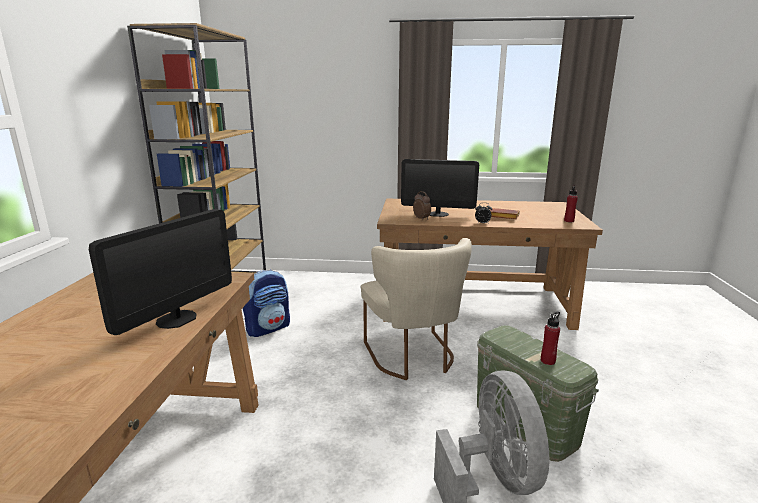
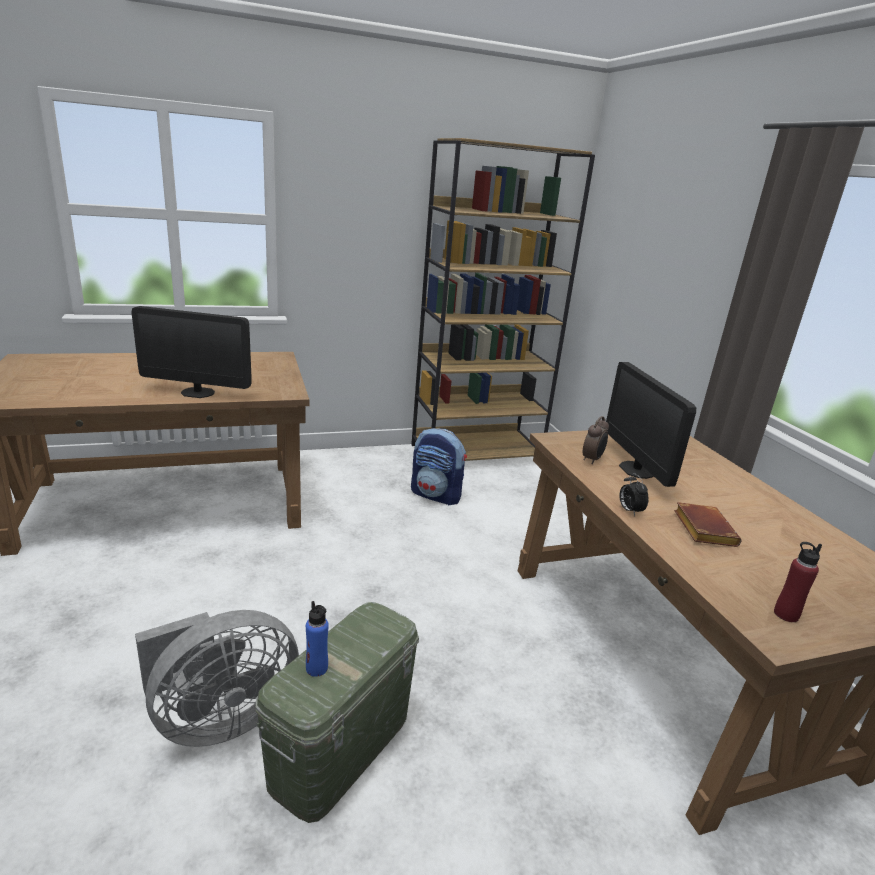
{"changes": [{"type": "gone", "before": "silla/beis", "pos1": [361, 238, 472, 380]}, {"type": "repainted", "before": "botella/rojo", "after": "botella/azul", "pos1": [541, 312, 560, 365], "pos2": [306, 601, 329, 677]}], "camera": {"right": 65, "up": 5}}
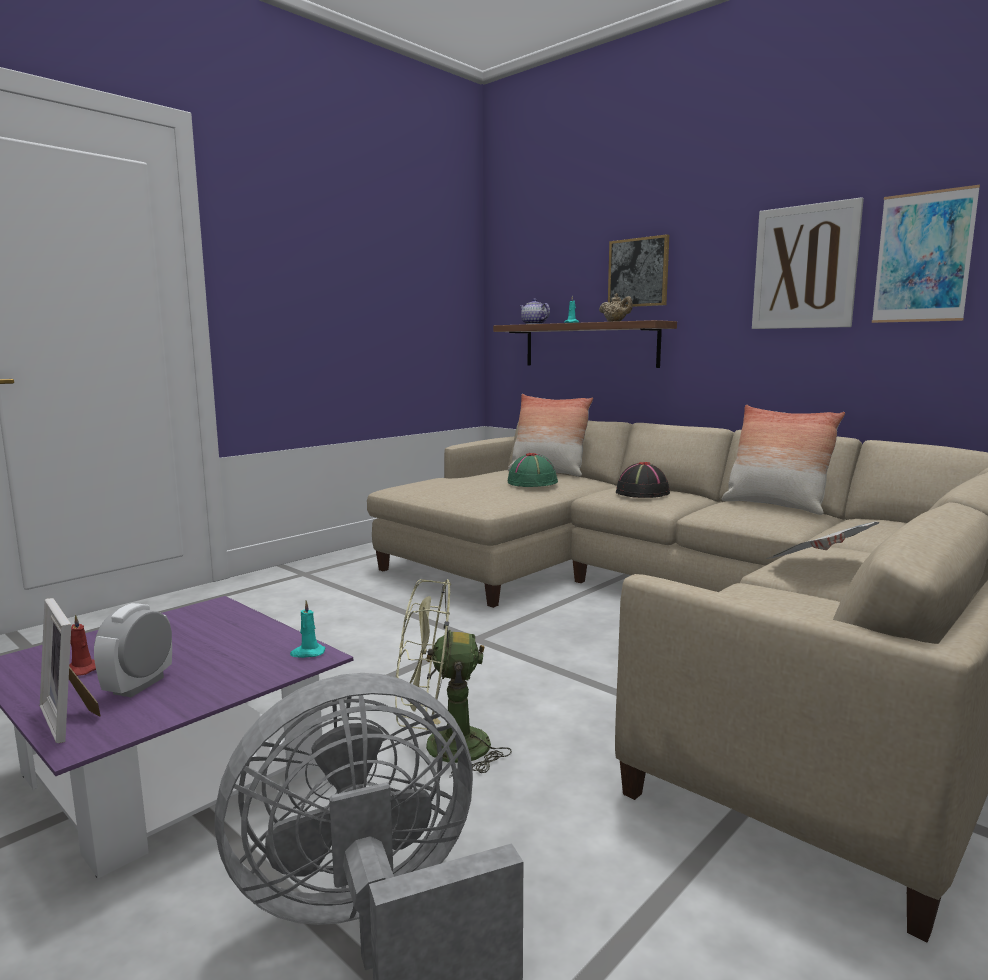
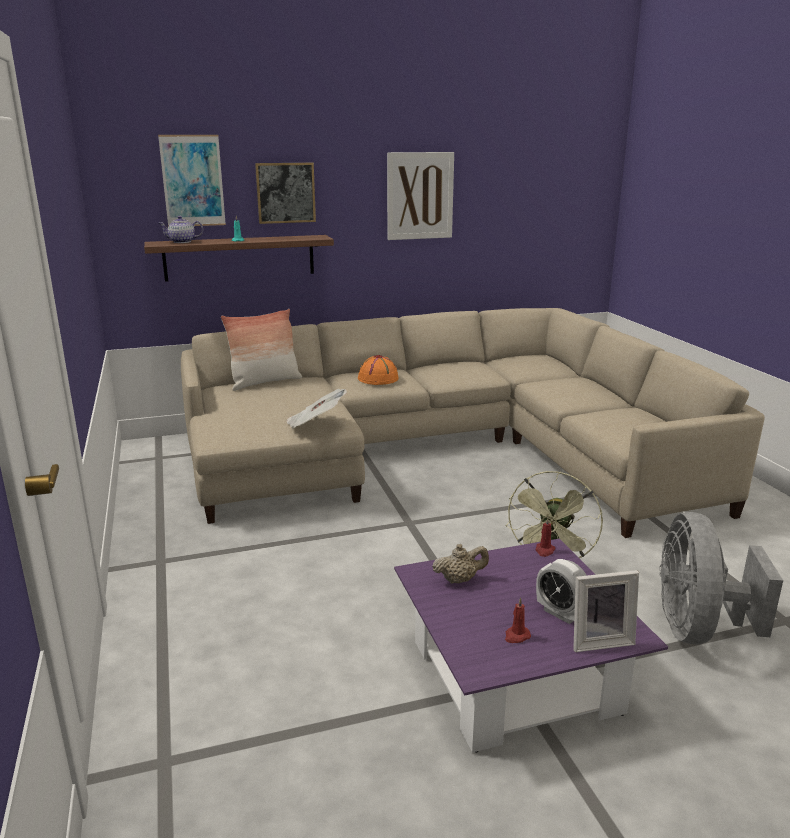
{"changes": [{"type": "shifted", "before": "cuadro", "pos1": [872, 185, 980, 323], "pos2": [158, 135, 226, 226]}, {"type": "shifted", "before": "tetera/beis", "pos1": [599, 293, 633, 322], "pos2": [432, 544, 489, 584]}, {"type": "gone", "before": "cojín", "pos1": [722, 405, 845, 515]}, {"type": "gone", "before": "sombrero/verde", "pos1": [507, 453, 558, 487]}, {"type": "repainted", "before": "sombrero/negro", "after": "sombrero/naranja", "pos1": [616, 462, 670, 498], "pos2": [358, 355, 399, 385]}, {"type": "shifted", "before": "periódico", "pos1": [766, 521, 880, 559], "pos2": [286, 389, 347, 429]}, {"type": "repainted", "before": "vela/turquesa", "after": "vela/rojo", "pos1": [290, 600, 325, 658], "pos2": [536, 518, 556, 557]}], "camera": {"right": -60, "up": 10}}
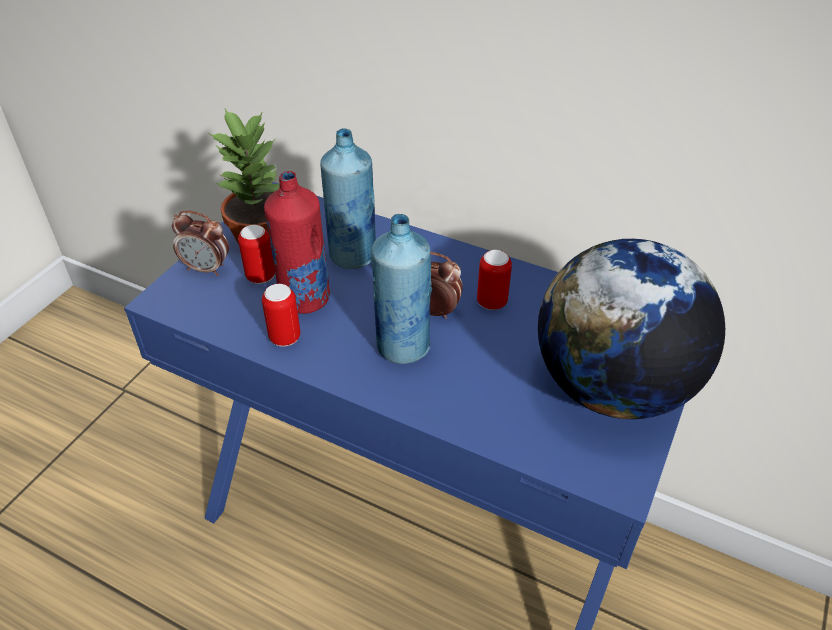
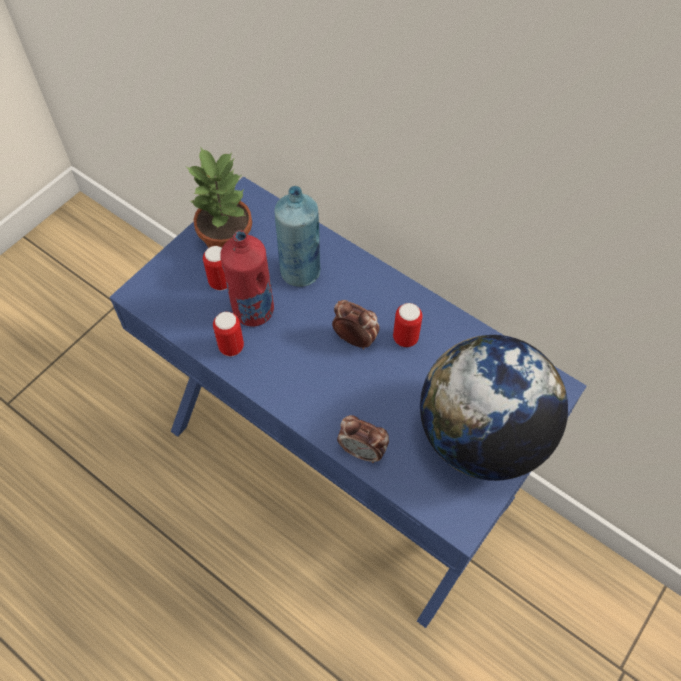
{"changes": [{"type": "shifted", "before": "despertador", "pos1": [172, 211, 229, 276], "pos2": [337, 415, 389, 463]}, {"type": "gone", "before": "botella/azul", "pos1": [371, 214, 432, 364]}], "camera": {"right": 10, "up": 15}}
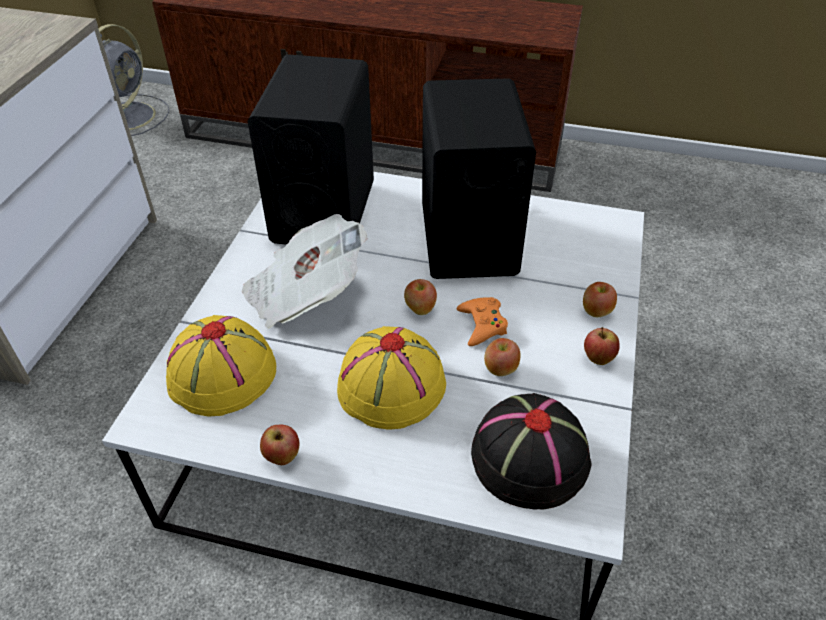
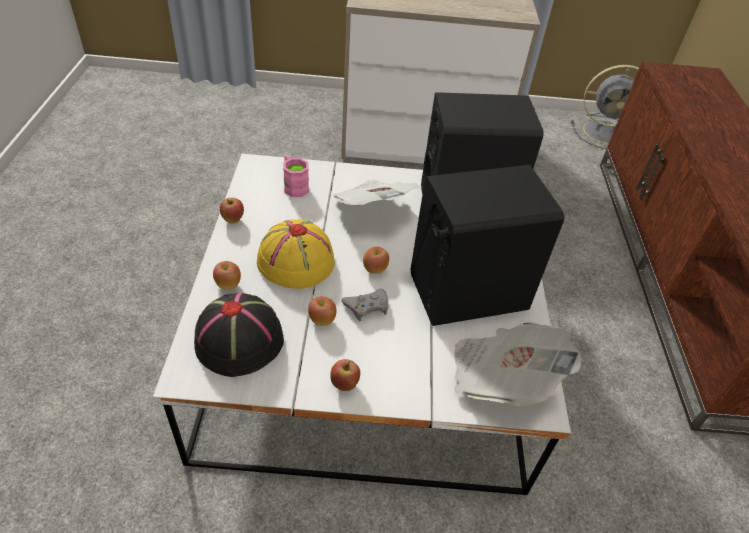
{"changes": [{"type": "shifted", "before": "manzana", "pos1": [583, 282, 617, 317], "pos2": [213, 261, 241, 290]}, {"type": "repainted", "before": "mando de consola/naranja", "after": "mando de consola/gris", "pos1": [457, 297, 508, 346], "pos2": [341, 289, 389, 321]}, {"type": "swapped", "before": "sombrero/amarillo", "after": "taza grande/rosa", "pos1": [166, 315, 276, 416], "pos2": [283, 155, 309, 197]}, {"type": "new", "after": "periódico", "pos2": [454, 322, 582, 406]}], "camera": {"right": 75, "up": 0}}
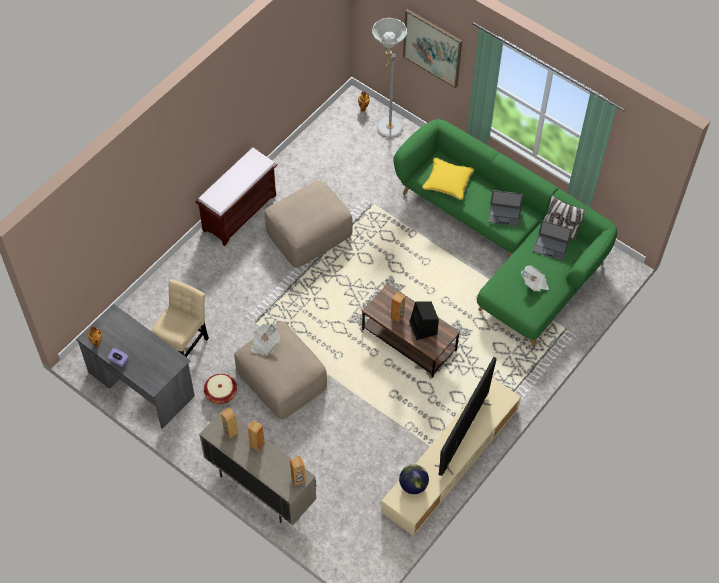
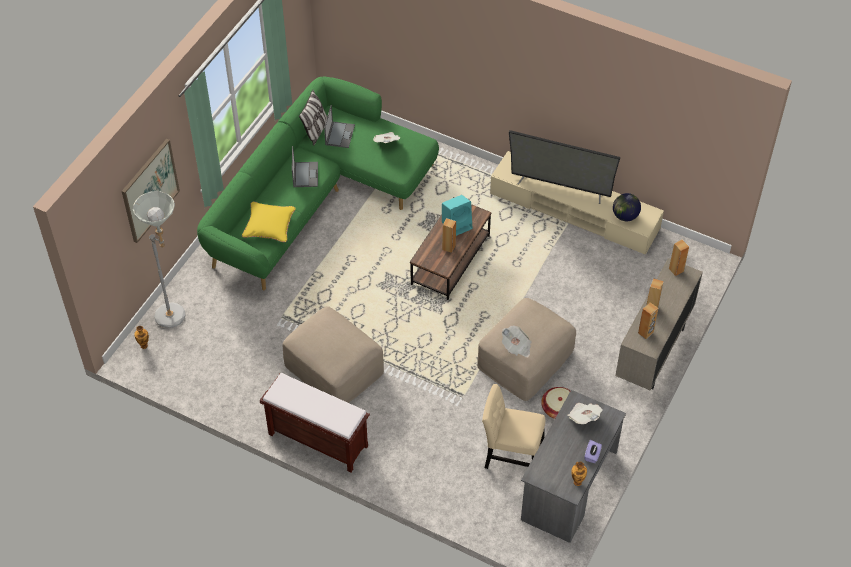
{"changes": [{"type": "repainted", "before": "altavoz/negro", "after": "altavoz/turquesa", "pos1": [410, 301, 439, 340], "pos2": [442, 195, 473, 236]}, {"type": "new", "after": "periódico", "pos2": [567, 403, 603, 424]}], "camera": {"right": -100, "up": -5}}
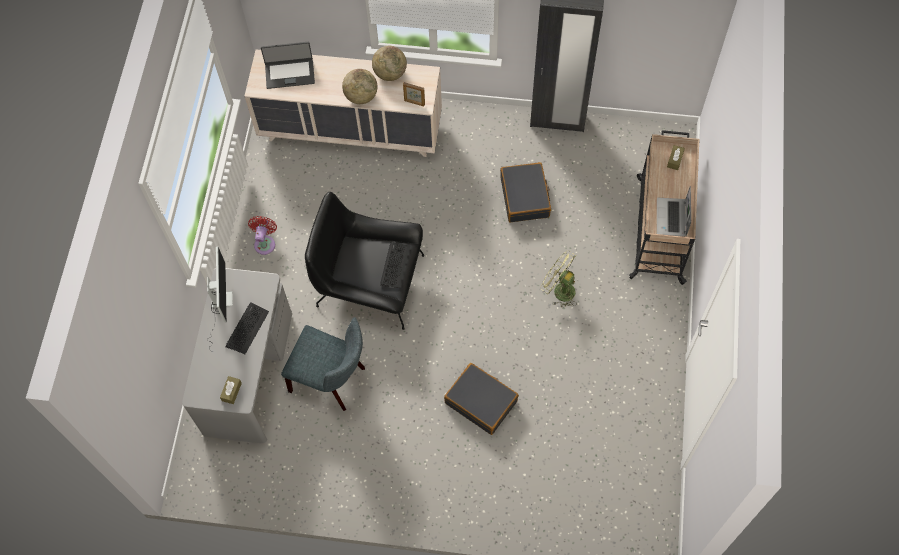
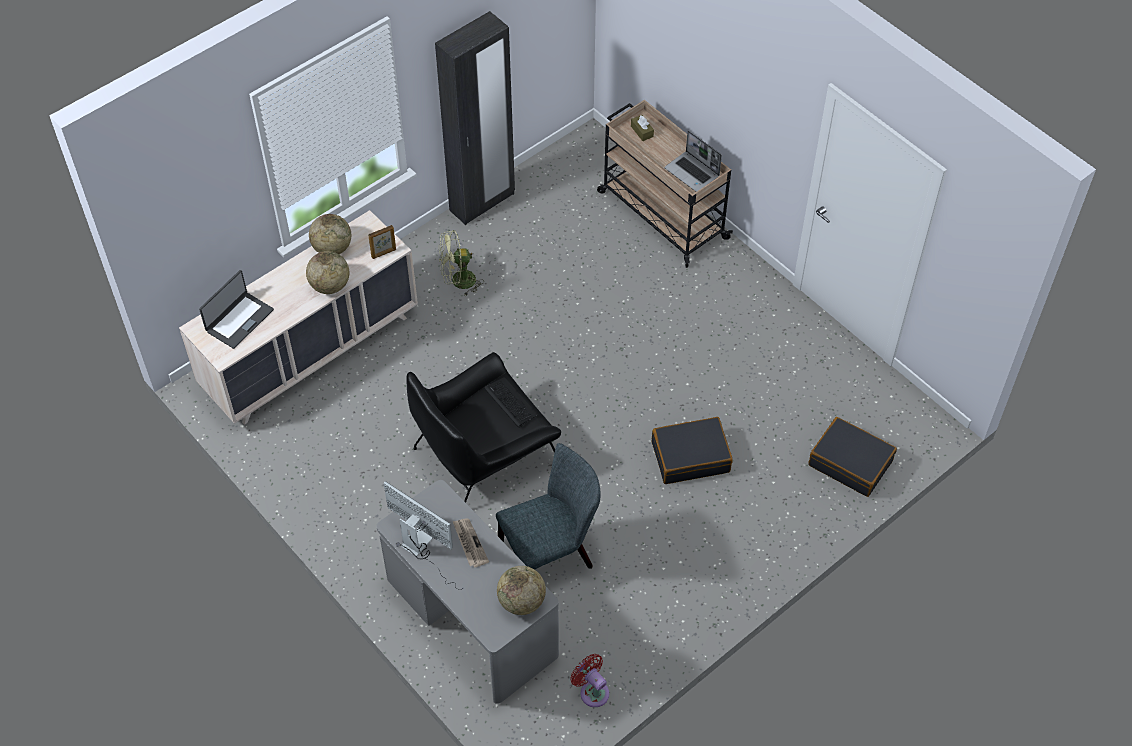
{"changes": [{"type": "shifted", "before": "maleta/negro", "pos1": [500, 162, 551, 222], "pos2": [808, 417, 897, 497]}, {"type": "shifted", "before": "ventilador/rojo", "pos1": [248, 216, 277, 255], "pos2": [570, 654, 609, 707]}, {"type": "shifted", "before": "ventilador/verde", "pos1": [540, 250, 577, 308], "pos2": [439, 230, 484, 295]}, {"type": "swapped", "before": "teclado", "after": "periódico", "pos1": [225, 303, 269, 354], "pos2": [453, 518, 489, 568]}, {"type": "swapped", "before": "caja de pañuelos/marrón", "after": "globo terráqueo", "pos1": [220, 376, 242, 404], "pos2": [497, 566, 546, 615]}], "camera": {"right": -50, "up": -10}}
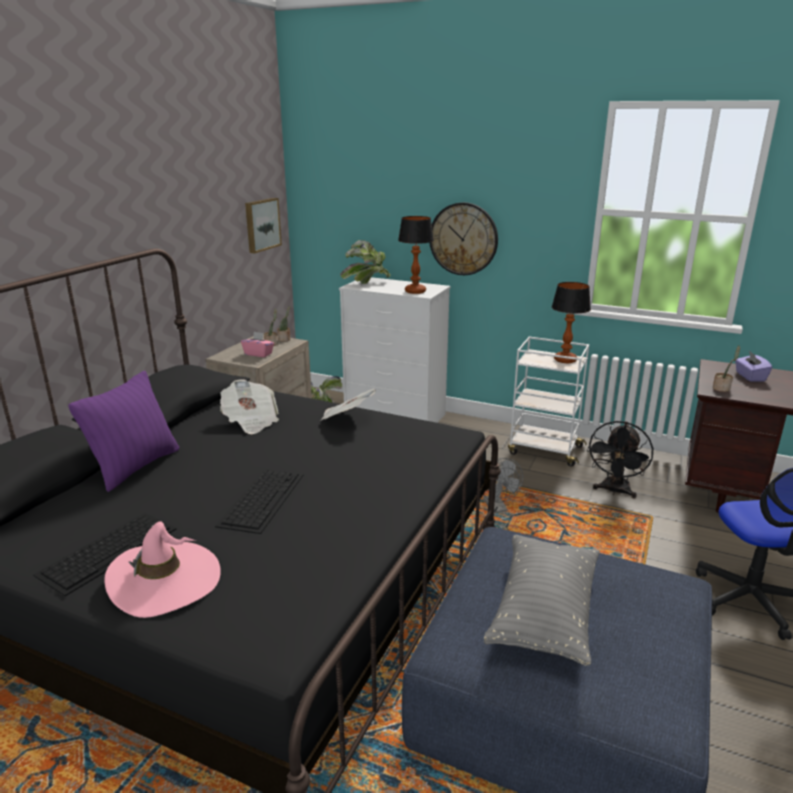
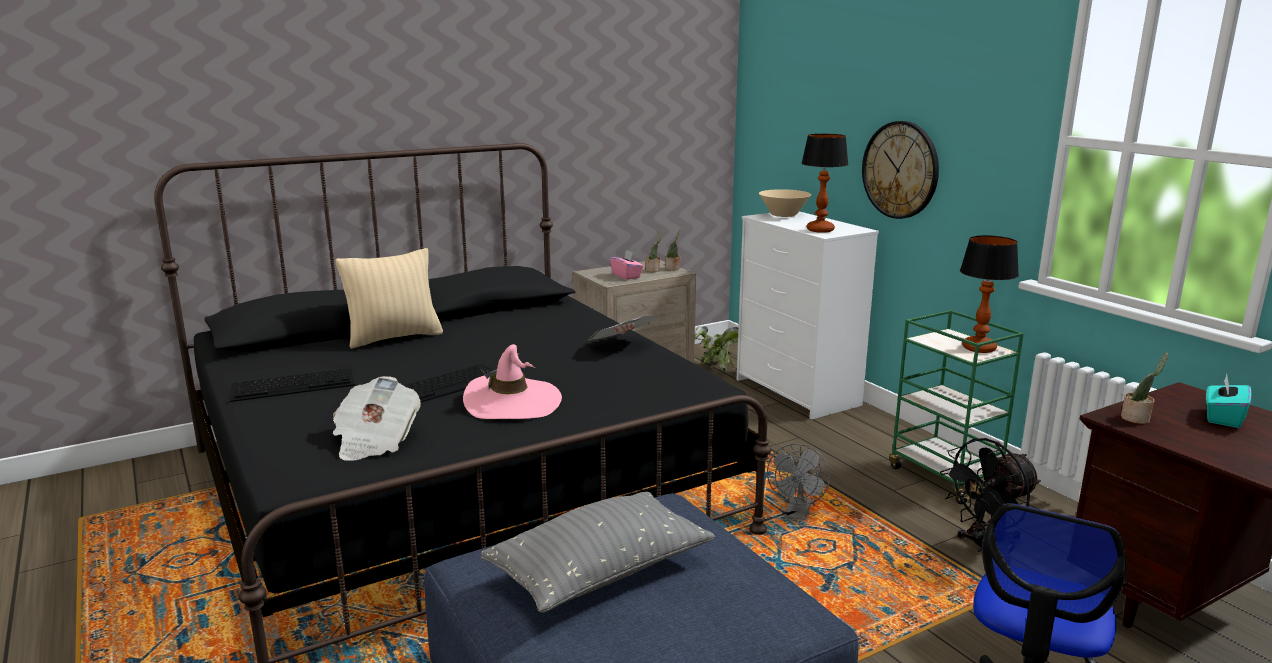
{"changes": [{"type": "gone", "before": "cuadro", "pos1": [245, 198, 282, 253]}, {"type": "swapped", "before": "planta en maceta", "after": "cuenco/beis", "pos1": [340, 240, 391, 284], "pos2": [759, 189, 811, 217]}, {"type": "repainted", "before": "carrito/blanco", "after": "carrito/verde", "pos1": [508, 336, 589, 466], "pos2": [889, 310, 1024, 504]}, {"type": "repainted", "before": "caja de pañuelos/morado", "after": "caja de pañuelos/turquesa", "pos1": [735, 351, 773, 382], "pos2": [1206, 374, 1251, 428]}, {"type": "repainted", "before": "cojín/morado", "after": "cojín/beis", "pos1": [68, 371, 179, 492], "pos2": [336, 248, 443, 349]}, {"type": "shifted", "before": "periódico", "pos1": [220, 379, 279, 434], "pos2": [332, 376, 421, 461]}, {"type": "shifted", "before": "sombrero/rosa", "pos1": [104, 521, 221, 618], "pos2": [463, 344, 562, 419]}], "camera": {"right": 35, "up": -5}}
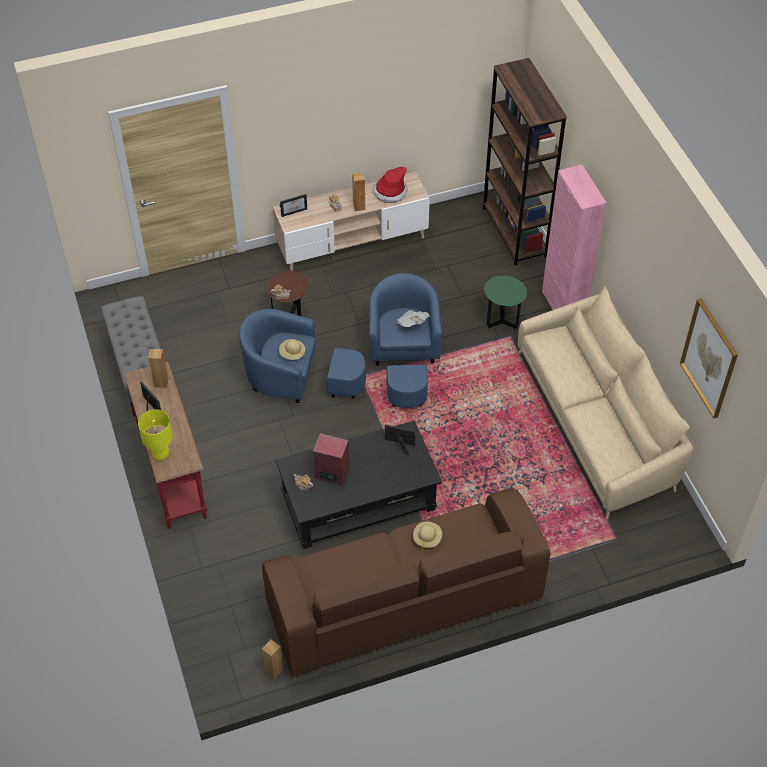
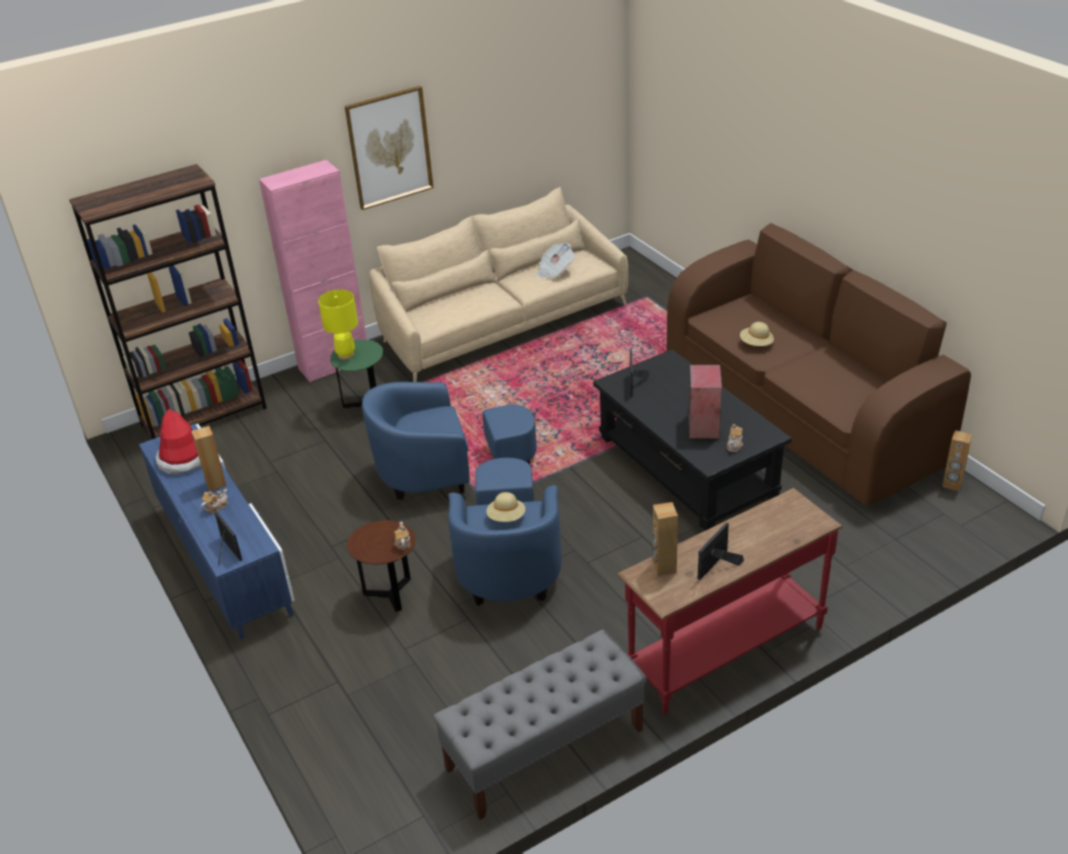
{"changes": [{"type": "repainted", "before": "mueble de televisión/beis", "after": "mueble de televisión/azul", "pos1": [273, 172, 430, 271], "pos2": [139, 424, 295, 639]}, {"type": "shifted", "before": "cuadro", "pos1": [680, 298, 738, 418], "pos2": [345, 86, 433, 210]}, {"type": "shifted", "before": "periódico", "pos1": [396, 310, 429, 327], "pos2": [536, 243, 575, 279]}, {"type": "shifted", "before": "lámpara de mesa/amarillo", "pos1": [138, 409, 173, 462], "pos2": [318, 289, 358, 360]}], "camera": {"right": -100, "up": -15}}
